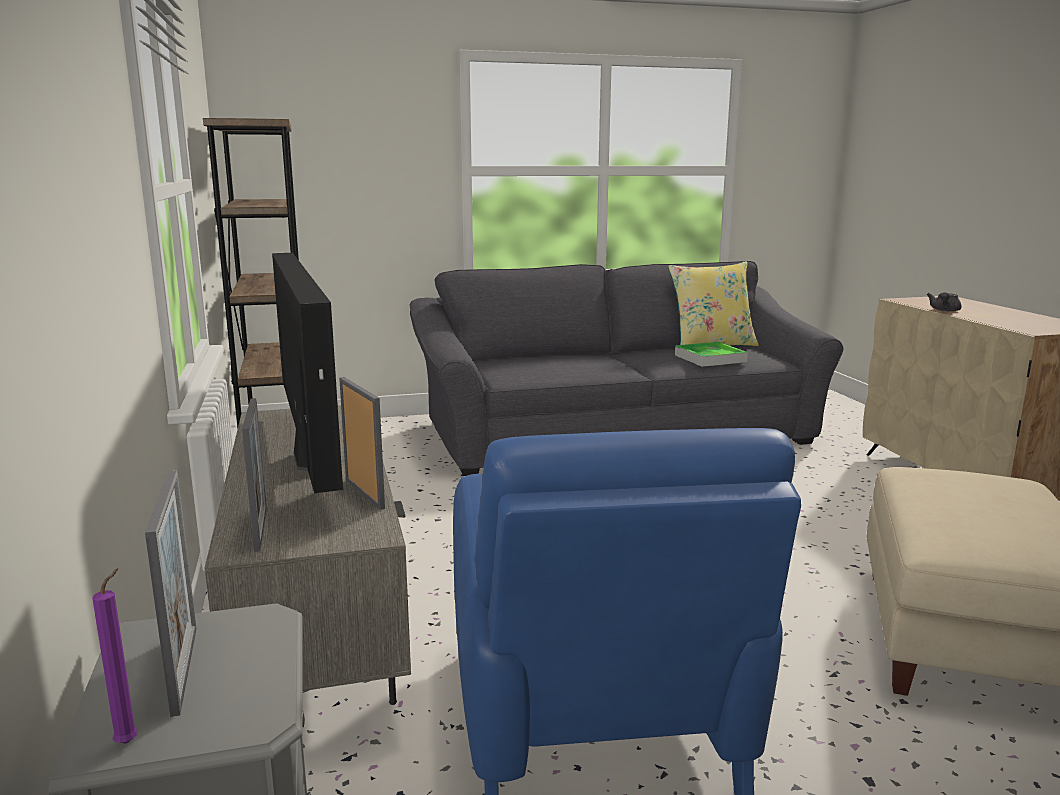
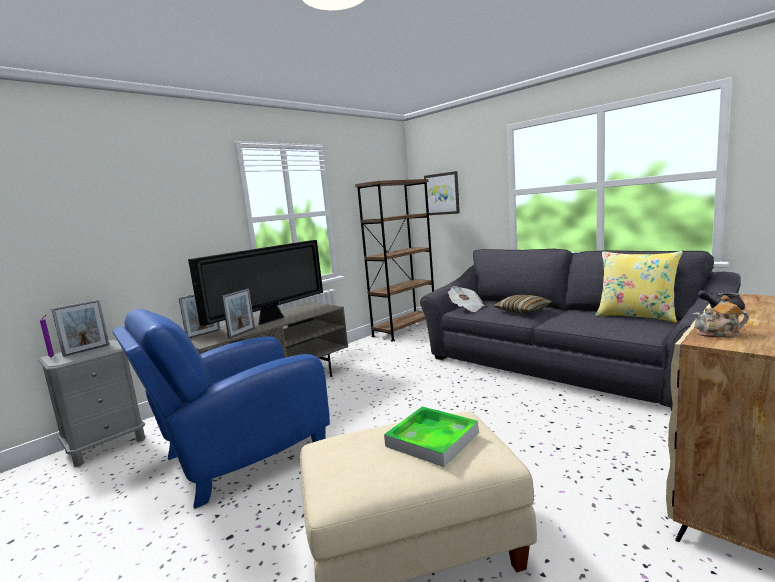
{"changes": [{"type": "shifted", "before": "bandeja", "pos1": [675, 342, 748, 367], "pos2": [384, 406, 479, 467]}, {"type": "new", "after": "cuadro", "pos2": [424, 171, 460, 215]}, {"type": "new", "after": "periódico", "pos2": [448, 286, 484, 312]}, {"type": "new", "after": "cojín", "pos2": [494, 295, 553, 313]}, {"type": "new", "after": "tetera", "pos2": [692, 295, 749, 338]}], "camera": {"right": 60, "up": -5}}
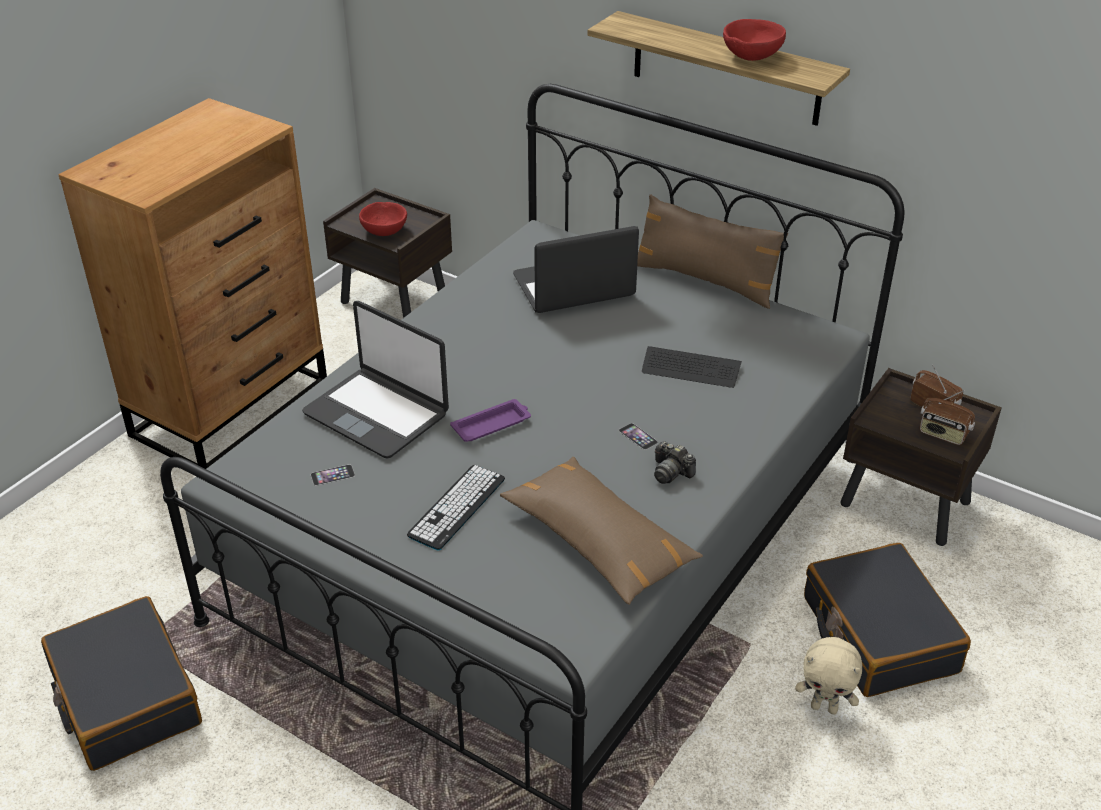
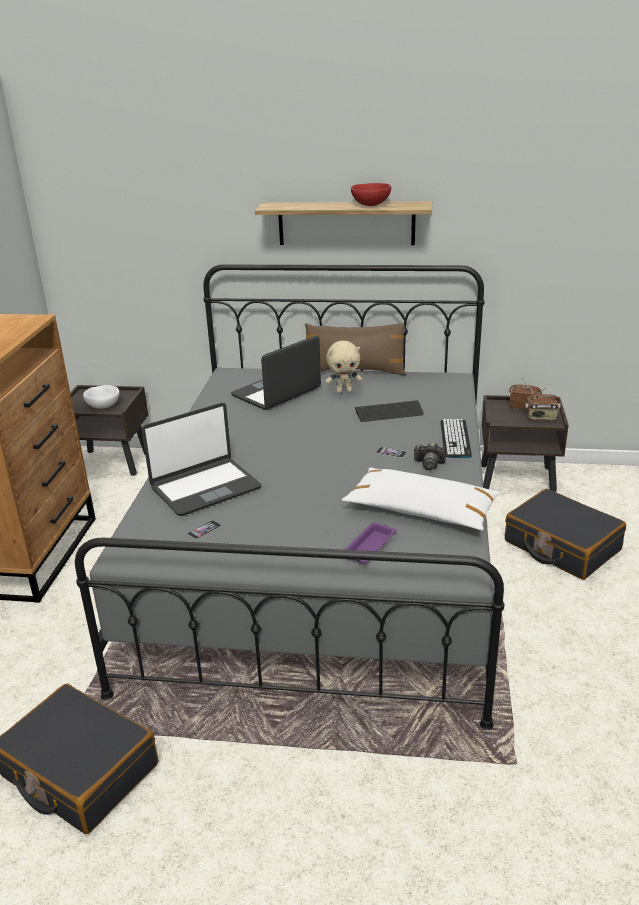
{"changes": [{"type": "repainted", "before": "cuenco/rojo", "after": "cuenco/blanco", "pos1": [359, 202, 407, 236], "pos2": [83, 385, 119, 409]}, {"type": "rotated", "before": "portátil", "pos1": [302, 301, 449, 458], "pos2": [142, 403, 261, 516], "turn": -45}, {"type": "shifted", "before": "bandeja/morado", "pos1": [450, 399, 531, 442], "pos2": [345, 522, 396, 563]}, {"type": "repainted", "before": "cojín/marrón", "after": "cojín/blanco", "pos1": [500, 457, 703, 605], "pos2": [342, 467, 501, 531]}, {"type": "shifted", "before": "teclado", "pos1": [407, 465, 505, 550], "pos2": [440, 419, 472, 458]}, {"type": "shifted", "before": "peluche/beis", "pos1": [795, 637, 862, 714], "pos2": [325, 341, 362, 393]}], "camera": {"right": -25, "up": -10}}
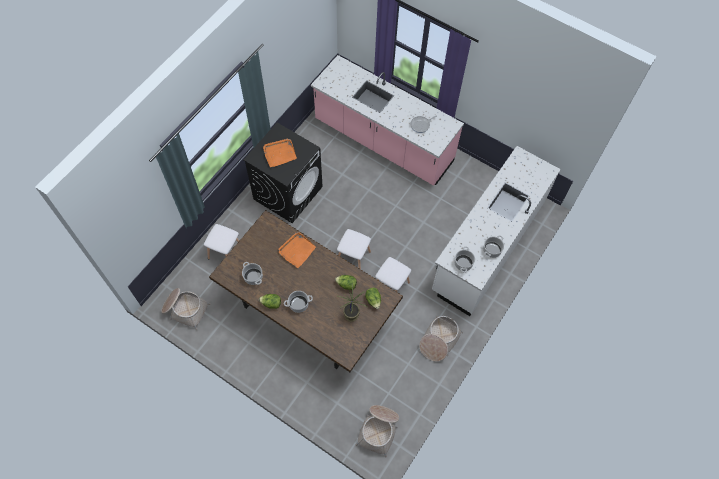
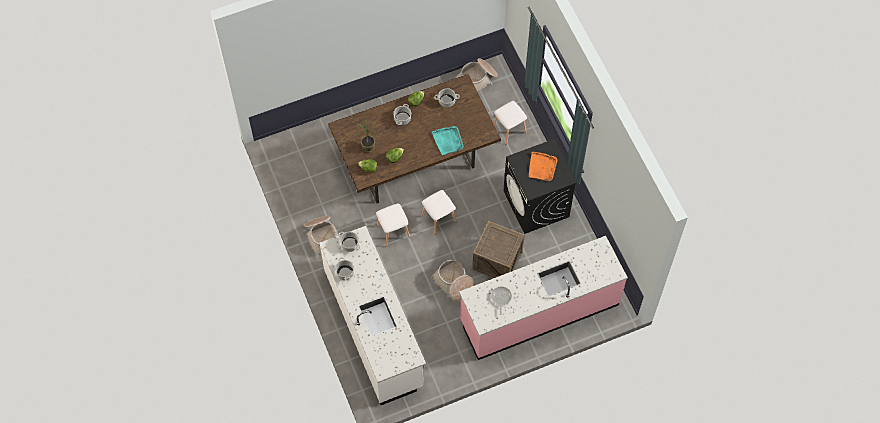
{"changes": [{"type": "repainted", "before": "bandeja/naranja", "after": "bandeja/turquesa", "pos1": [279, 232, 316, 268], "pos2": [432, 126, 464, 155]}, {"type": "shifted", "before": "cesta", "pos1": [356, 405, 399, 457], "pos2": [431, 260, 475, 302]}, {"type": "new", "after": "caja de embalaje", "pos2": [473, 221, 525, 278]}], "camera": {"right": 125, "up": 0}}
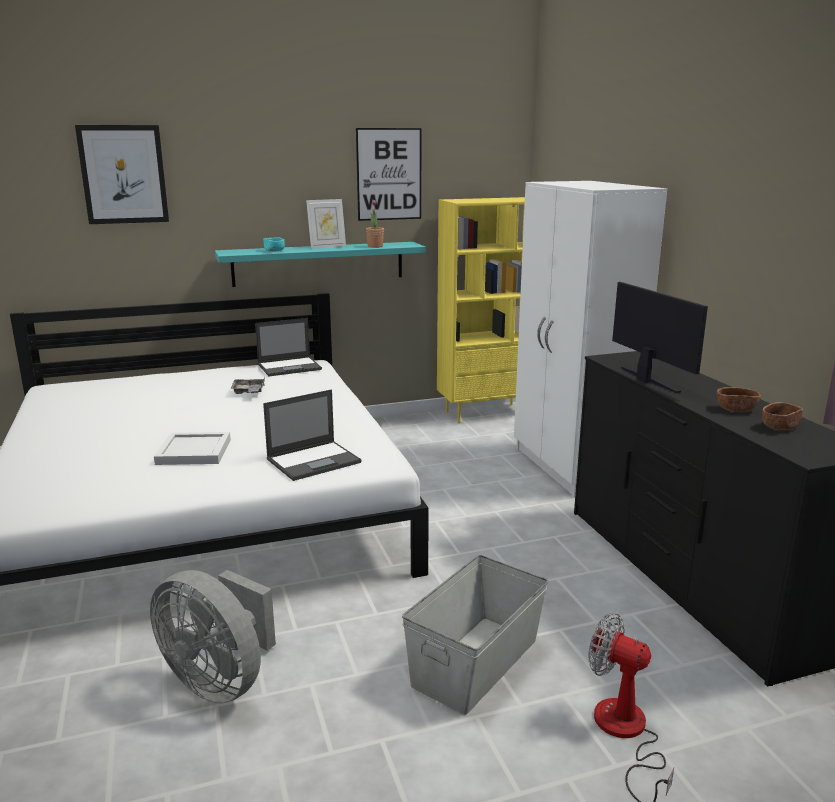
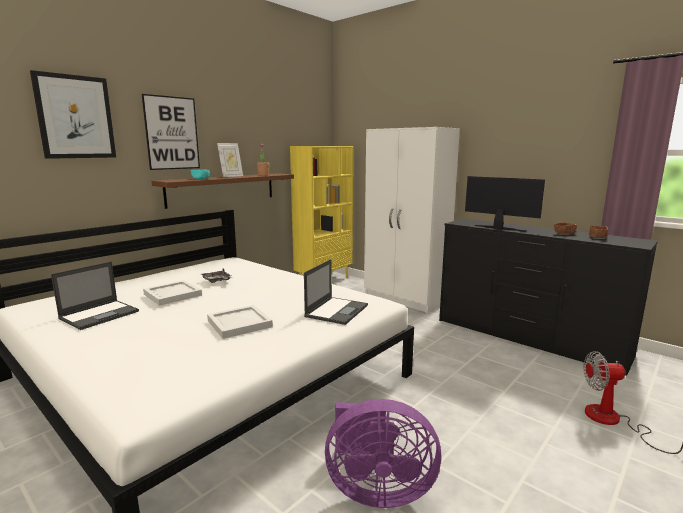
{"changes": [{"type": "shifted", "before": "cuadro", "pos1": [356, 128, 421, 221], "pos2": [142, 94, 200, 170]}, {"type": "repainted", "before": "estante/turquesa", "after": "estante/marrón", "pos1": [215, 242, 426, 287], "pos2": [151, 173, 294, 209]}, {"type": "shifted", "before": "portátil", "pos1": [255, 318, 322, 376], "pos2": [51, 262, 139, 330]}, {"type": "gone", "before": "caja de almacenaje/gris", "pos1": [402, 555, 548, 715]}, {"type": "repainted", "before": "ventilador/gris", "after": "ventilador/morado", "pos1": [150, 570, 276, 703], "pos2": [325, 399, 441, 508]}, {"type": "new", "after": "bandeja/blanco", "pos2": [143, 280, 202, 306]}], "camera": {"right": -30, "up": -5}}
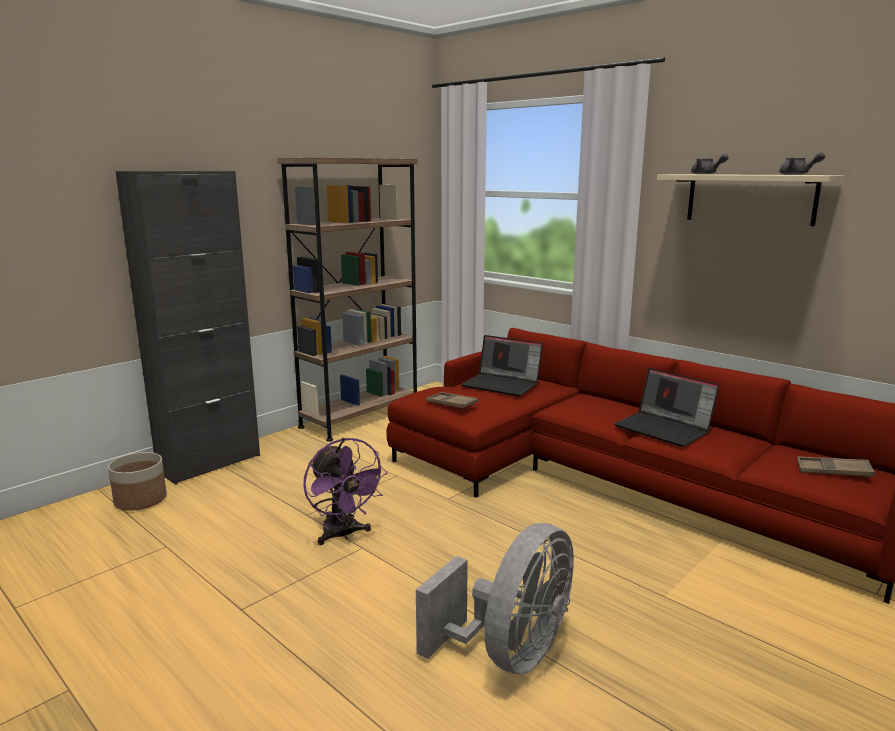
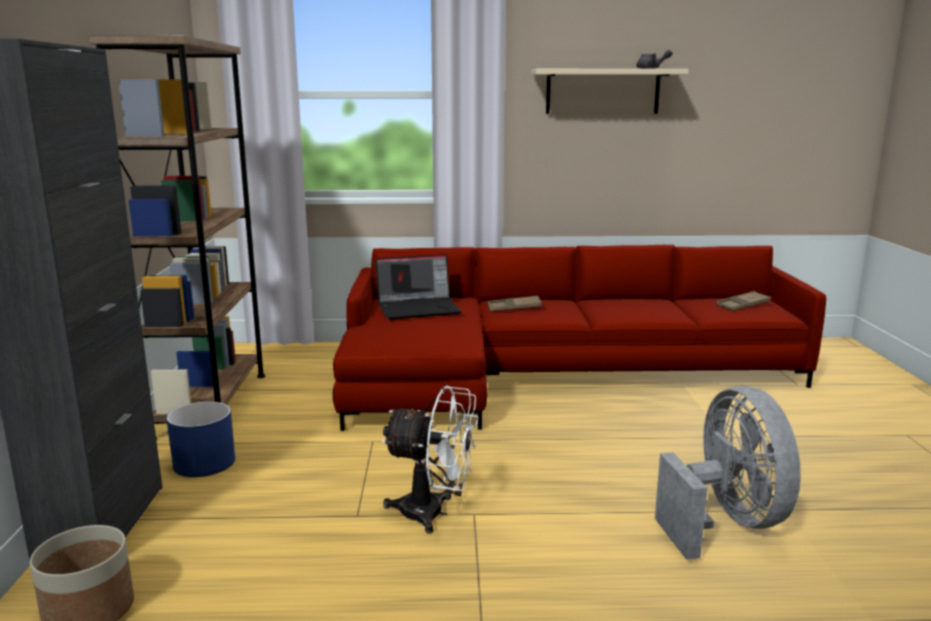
{"changes": [{"type": "gone", "before": "tetera/gris", "pos1": [691, 154, 729, 174]}, {"type": "gone", "before": "portátil", "pos1": [614, 368, 719, 447]}, {"type": "shifted", "before": "bandeja/marrón", "pos1": [426, 392, 478, 409], "pos2": [488, 296, 542, 311]}, {"type": "repainted", "before": "ventilador/morado", "after": "ventilador/blanco", "pos1": [303, 438, 388, 545], "pos2": [382, 386, 479, 534]}, {"type": "new", "after": "maceta/azul", "pos2": [166, 401, 235, 477]}], "camera": {"right": -45, "up": 0}}
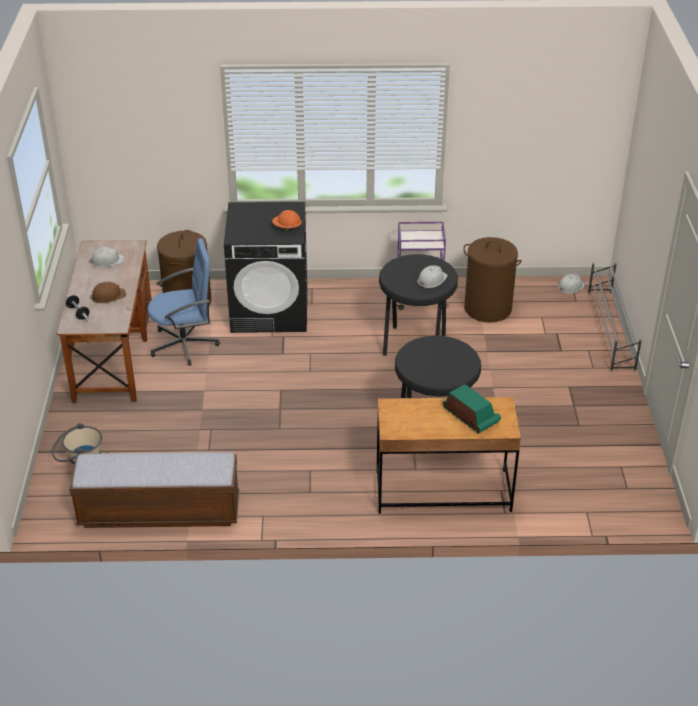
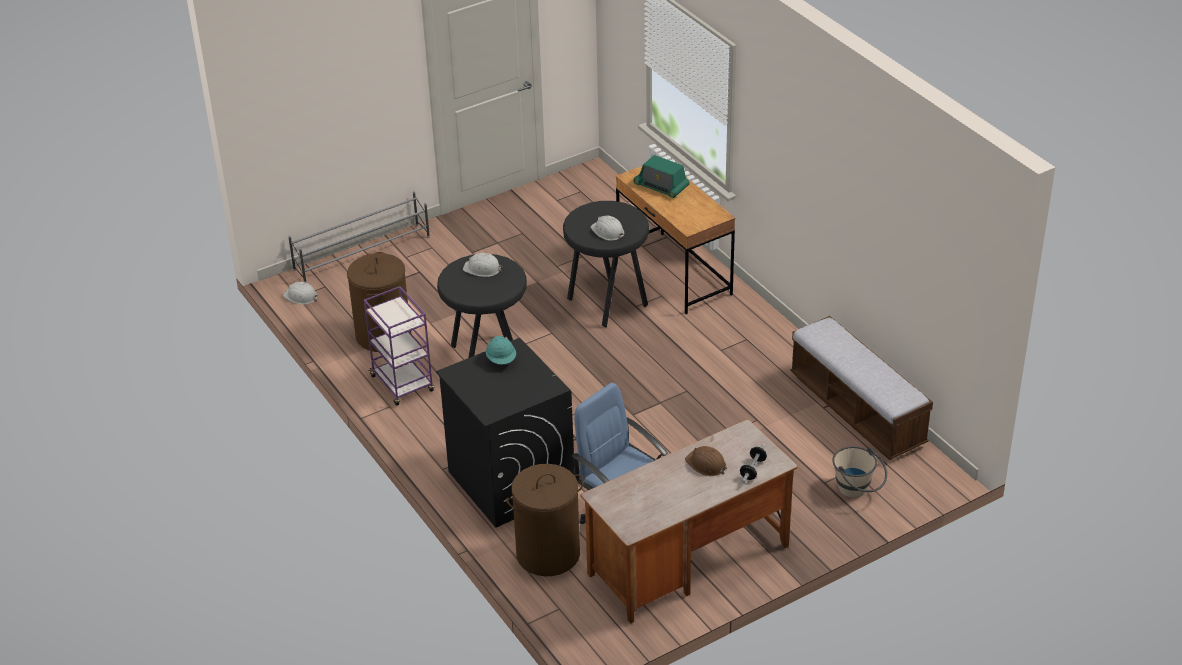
{"changes": [{"type": "repainted", "before": "casco/naranja", "after": "casco/turquesa", "pos1": [272, 210, 302, 231], "pos2": [486, 336, 516, 364]}, {"type": "shifted", "before": "casco/blanco", "pos1": [89, 247, 124, 268], "pos2": [591, 216, 624, 240]}, {"type": "rotated", "before": "radio", "pos1": [443, 384, 501, 434], "pos2": [633, 155, 690, 198], "turn": -75}], "camera": {"right": -120, "up": 0}}
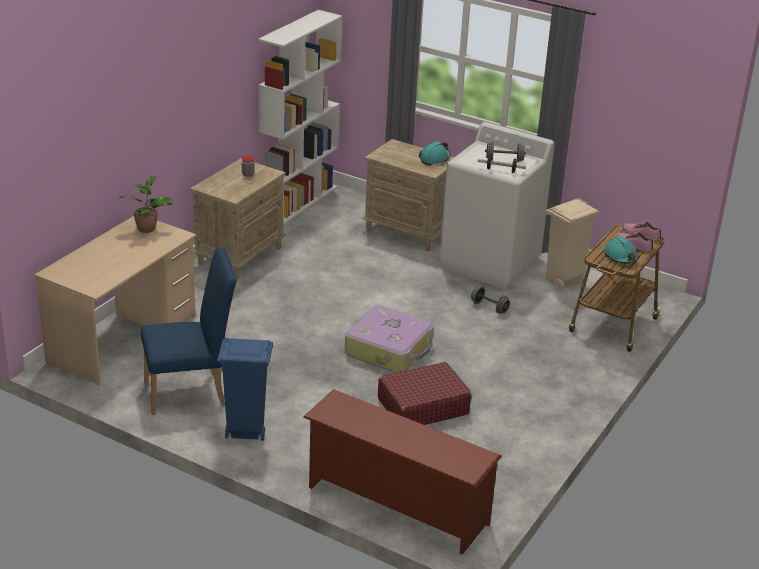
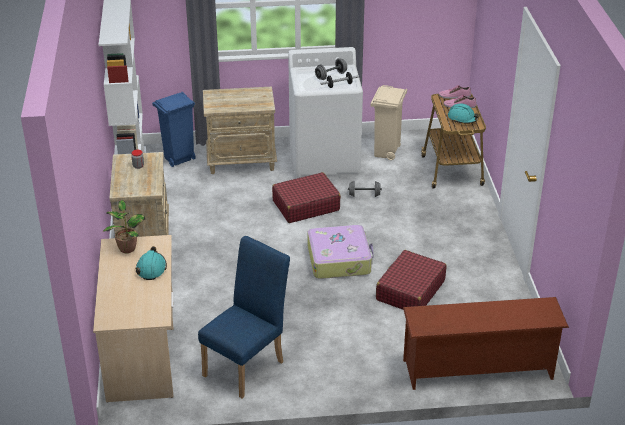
{"changes": [{"type": "shifted", "before": "casco/turquesa", "pos1": [419, 141, 451, 165], "pos2": [136, 246, 167, 280]}, {"type": "shifted", "before": "papelera/azul", "pos1": [218, 338, 273, 441], "pos2": [152, 92, 196, 167]}, {"type": "new", "after": "maleta/rojo", "pos2": [272, 172, 341, 223]}], "camera": {"right": -35, "up": 5}}
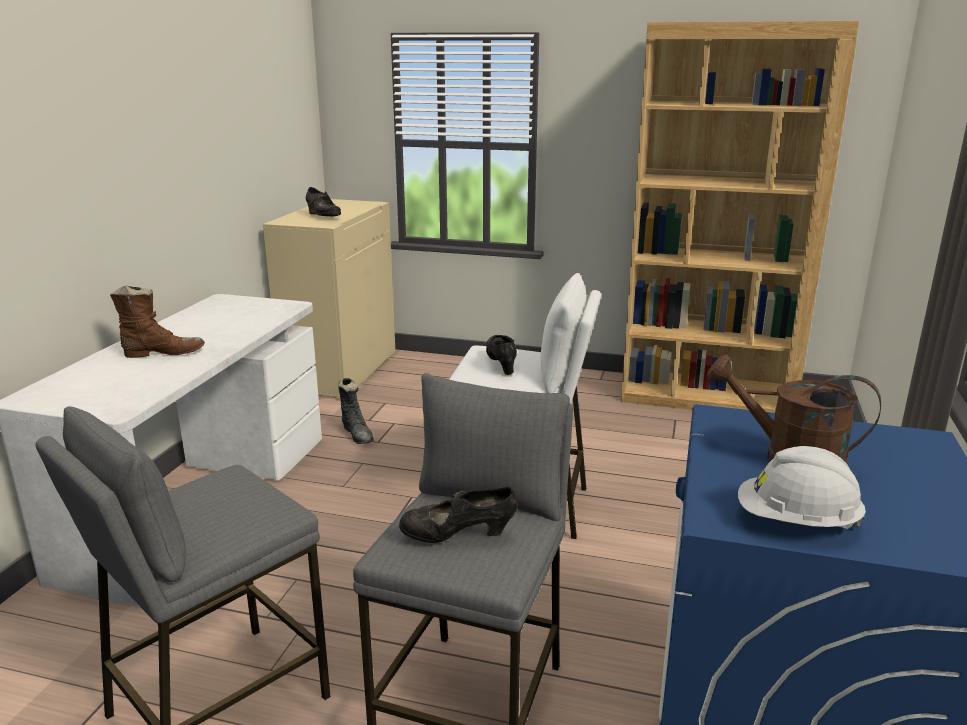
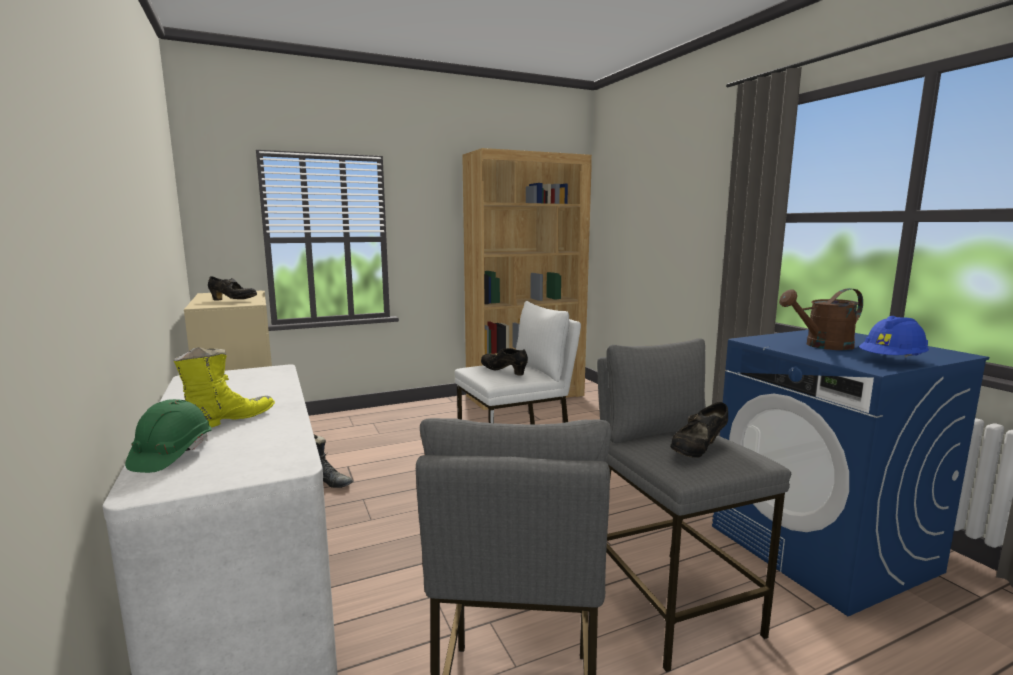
{"changes": [{"type": "repainted", "before": "bota/marrón", "after": "bota/amarillo", "pos1": [110, 285, 205, 358], "pos2": [174, 347, 275, 428]}, {"type": "repainted", "before": "casco/blanco", "after": "casco/azul", "pos1": [738, 446, 866, 529], "pos2": [859, 316, 929, 358]}, {"type": "new", "after": "casco/verde", "pos2": [125, 399, 212, 473]}], "camera": {"right": -40, "up": -10}}
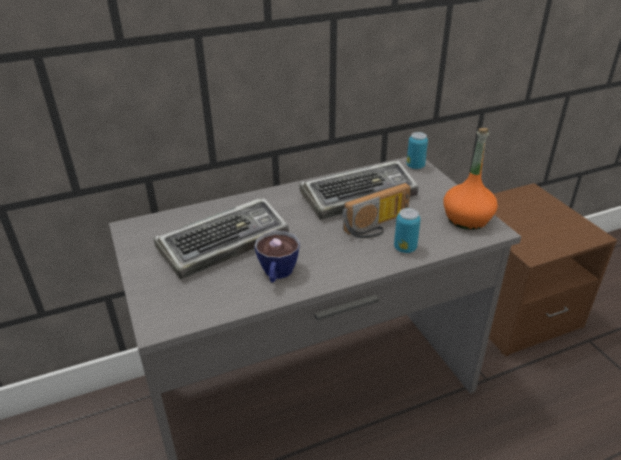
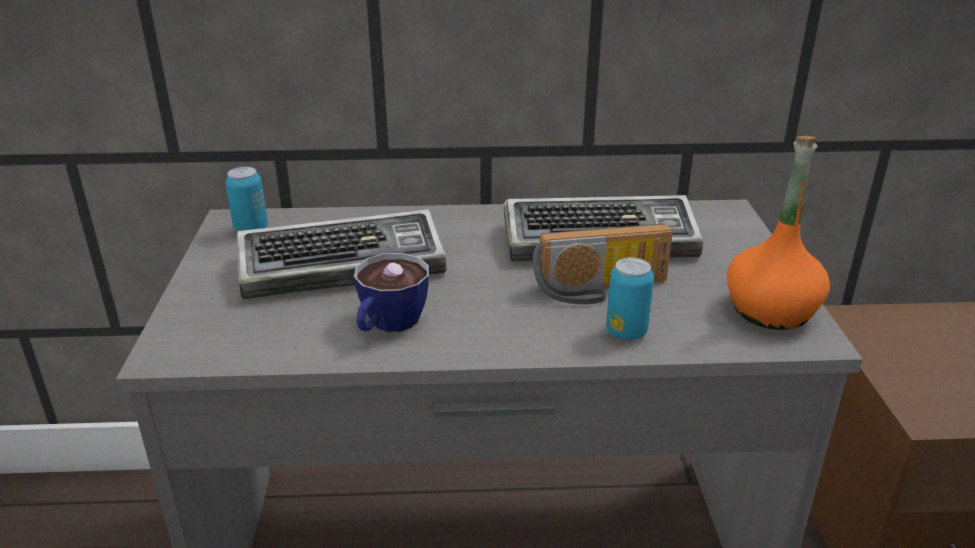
{"changes": [{"type": "shifted", "before": "lata", "pos1": [407, 132, 428, 169], "pos2": [225, 167, 268, 231]}], "camera": {"right": 20, "up": -5}}
